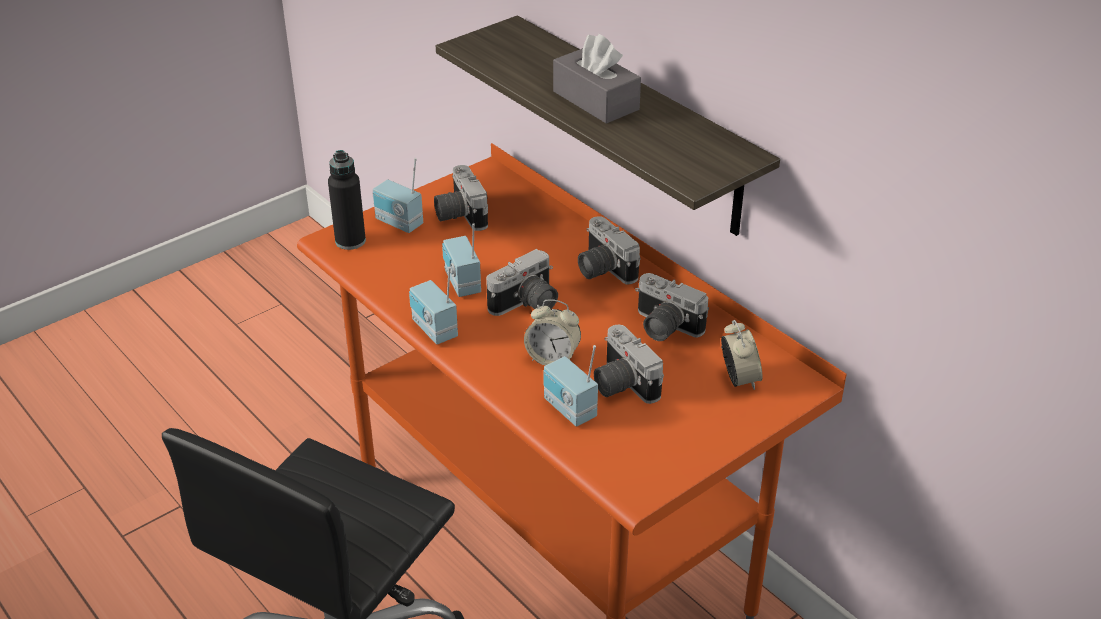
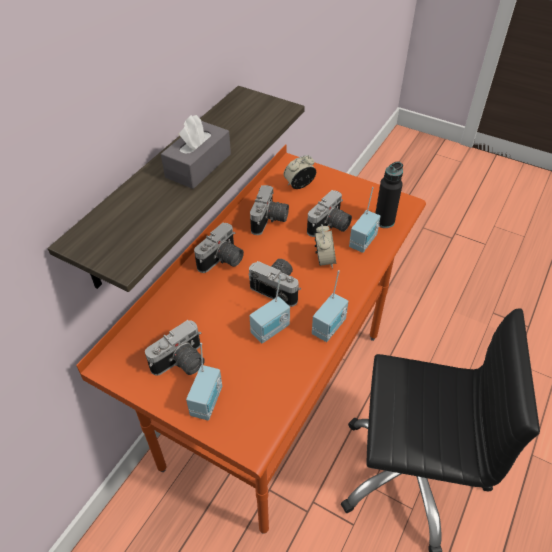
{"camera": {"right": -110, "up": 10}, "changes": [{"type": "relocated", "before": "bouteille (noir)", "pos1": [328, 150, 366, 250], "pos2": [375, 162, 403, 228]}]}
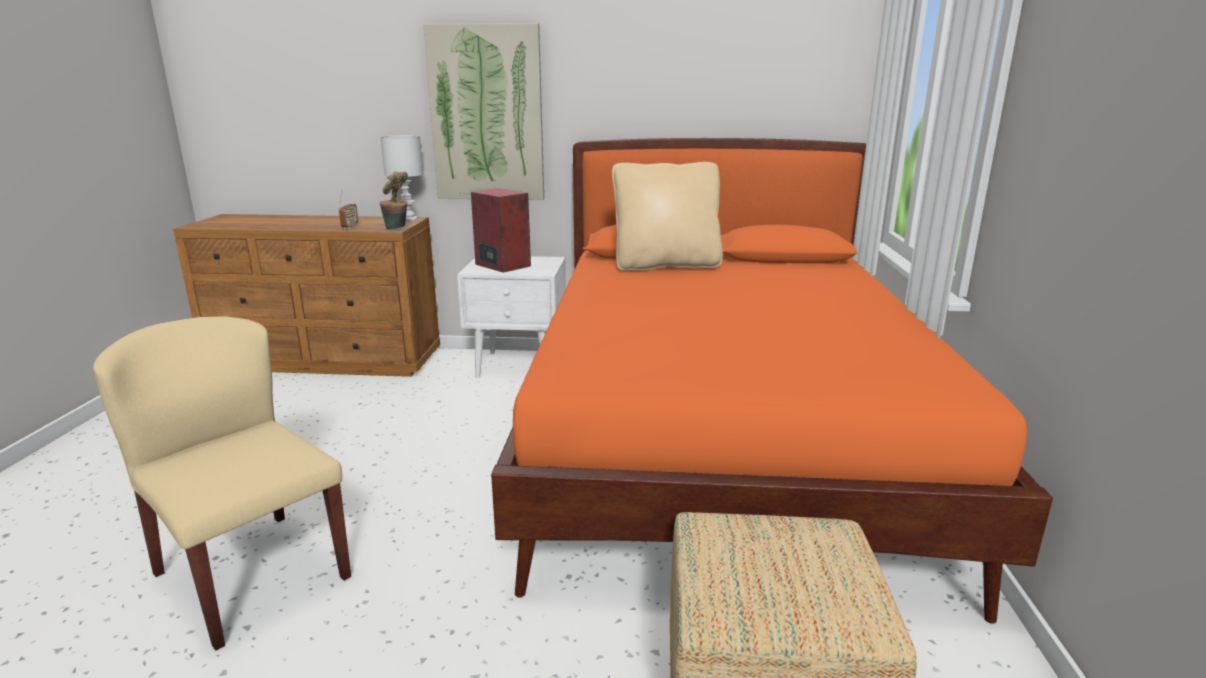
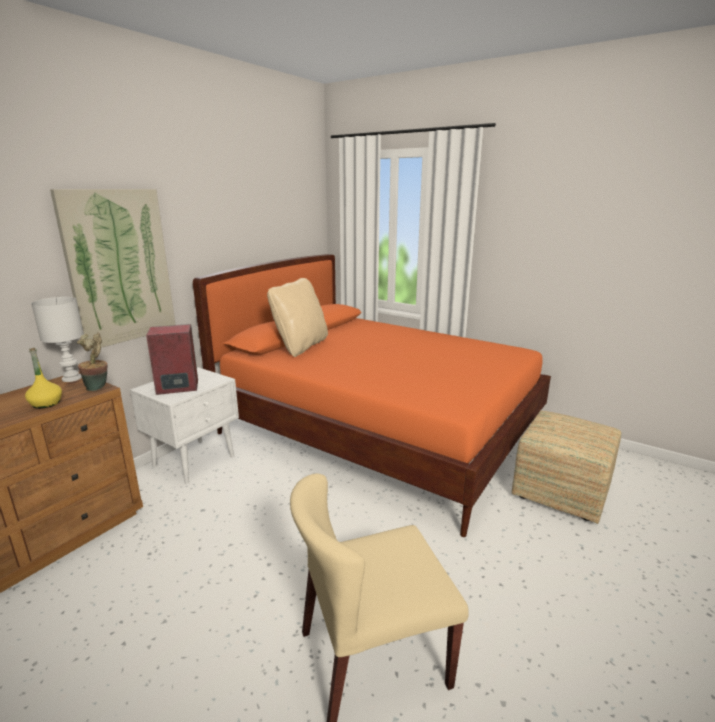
{"camera": {"right": -60, "up": 0}, "changes": [{"type": "exchanged", "before": "radio", "after": "bouteille (jaune)", "pos1": [338, 190, 358, 229], "pos2": [25, 348, 62, 409]}]}
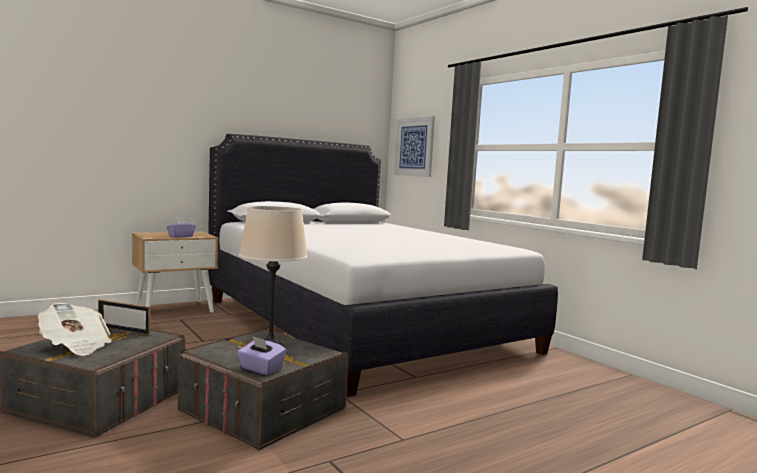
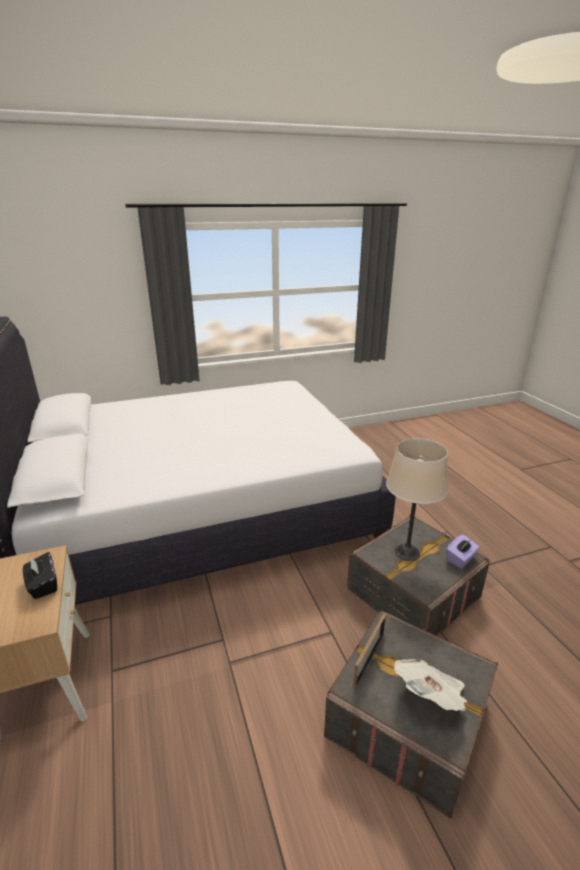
{"camera": {"right": -75, "up": 20}, "changes": [{"type": "colour", "before": "boîte à mouchoirs (violet)", "after": "boîte à mouchoirs (noir)", "pos1": [166, 217, 196, 238], "pos2": [23, 552, 57, 599]}, {"type": "missing", "before": "tableau", "pos1": [394, 116, 435, 177]}]}
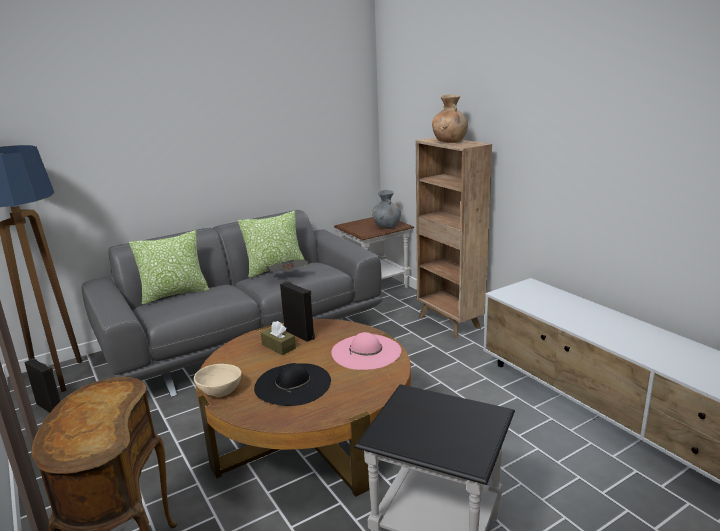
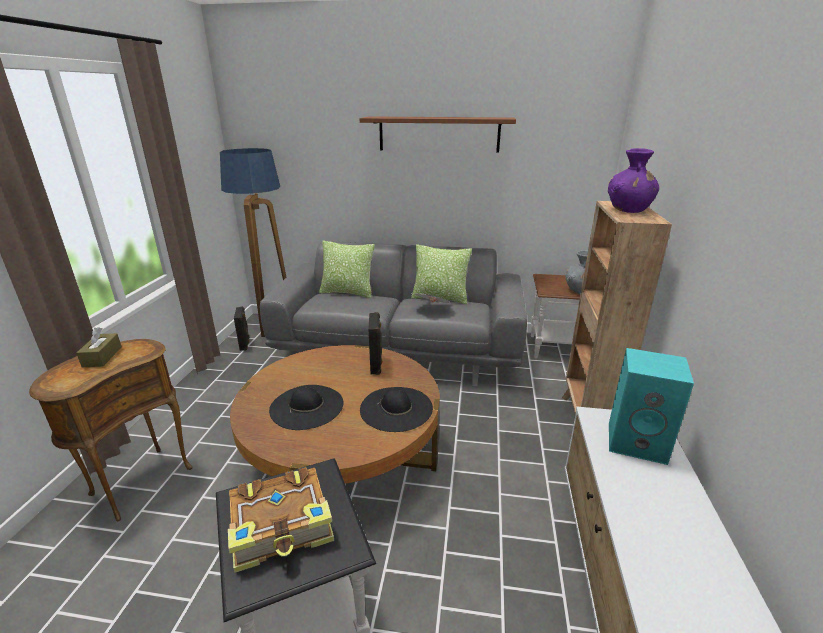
{"camera": {"right": 40, "up": 5}, "changes": [{"type": "relocated", "before": "boîte à mouchoirs (marron)", "pos1": [261, 321, 296, 355], "pos2": [77, 327, 122, 367]}, {"type": "appeared", "after": "livre", "pos2": [228, 467, 334, 573]}, {"type": "appeared", "after": "étagère (marron)", "pos2": [359, 116, 516, 152]}, {"type": "colour", "before": "chapeau (rose)", "after": "chapeau (noir)", "pos1": [331, 332, 401, 370], "pos2": [360, 387, 433, 432]}, {"type": "colour", "before": "vase (marron)", "after": "vase (violet)", "pos1": [432, 94, 468, 143], "pos2": [608, 148, 659, 213]}, {"type": "appeared", "after": "enceinte (turquoise)", "pos2": [609, 348, 694, 465]}, {"type": "missing", "before": "bol (beige)", "pos1": [194, 364, 241, 397]}]}
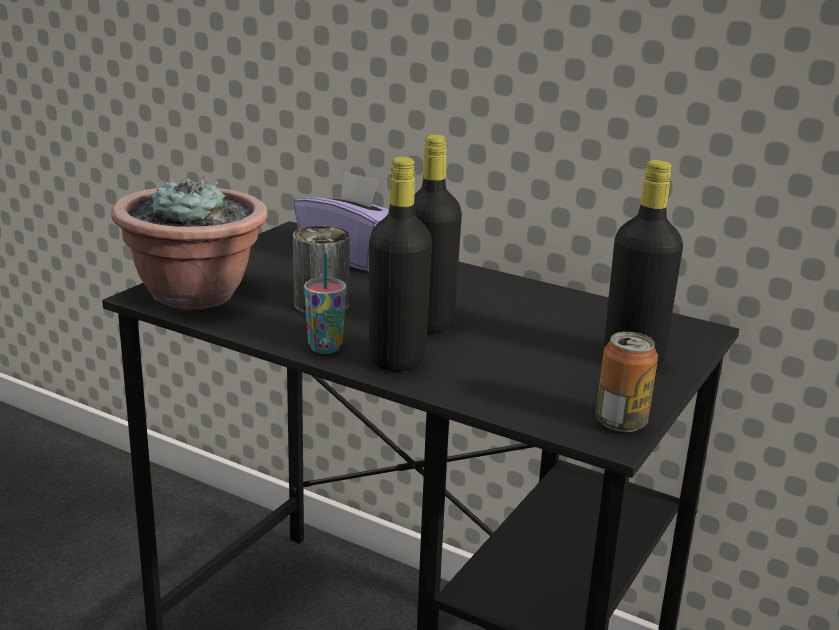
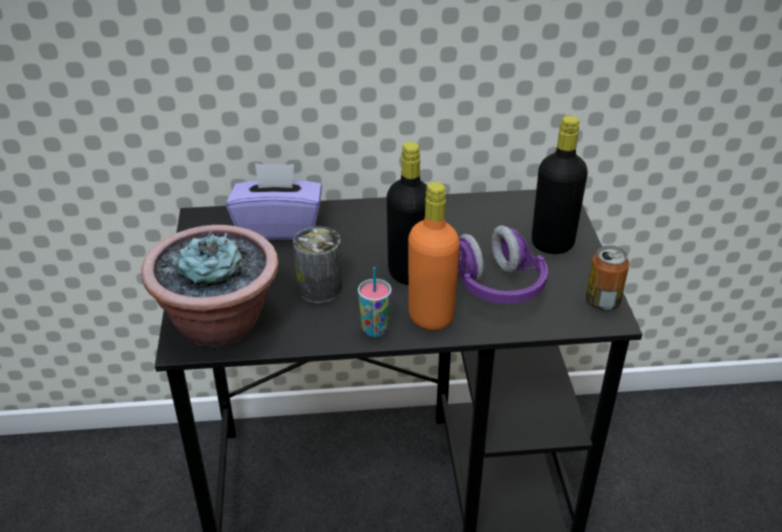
{"camera": {"right": -35, "up": 15}, "changes": [{"type": "colour", "before": "bouteille (noir)", "after": "bouteille (orange)", "pos1": [369, 157, 432, 372], "pos2": [408, 182, 460, 330]}, {"type": "appeared", "after": "casque audio (violet)", "pos2": [457, 225, 548, 304]}]}
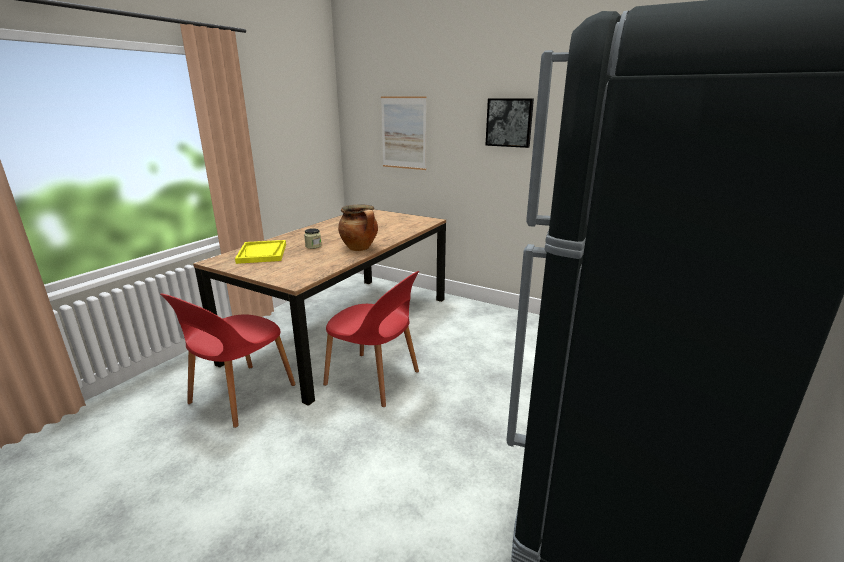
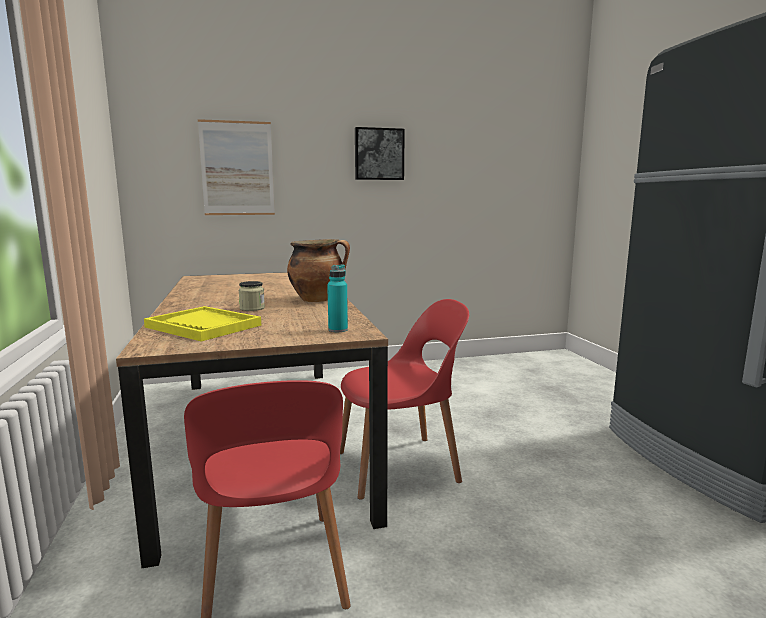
{"camera": {"right": -45, "up": -10}, "changes": [{"type": "appeared", "after": "bouteille (turquoise)", "pos2": [327, 265, 348, 332]}]}
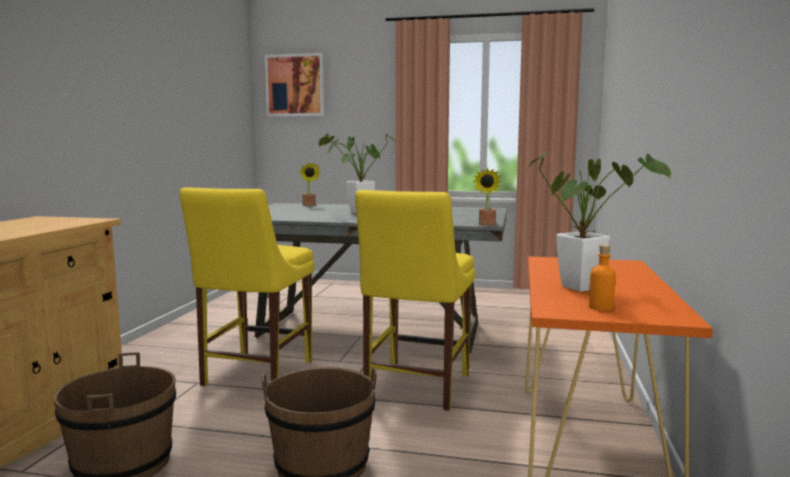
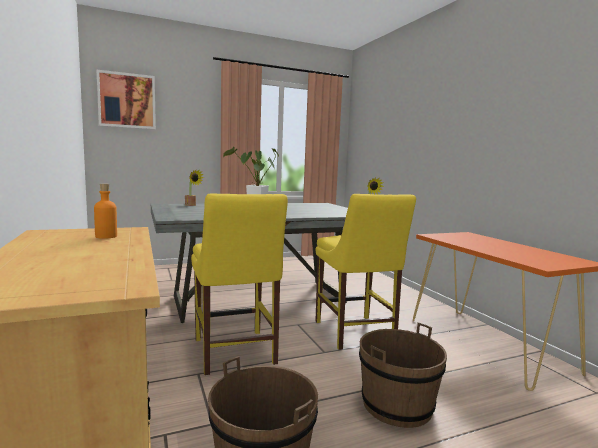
{"camera": {"right": -35, "up": 0}, "changes": [{"type": "relocated", "before": "bouteille (orange)", "pos1": [589, 245, 616, 311], "pos2": [94, 183, 117, 239]}, {"type": "missing", "before": "plante en pot", "pos1": [526, 152, 671, 292]}]}
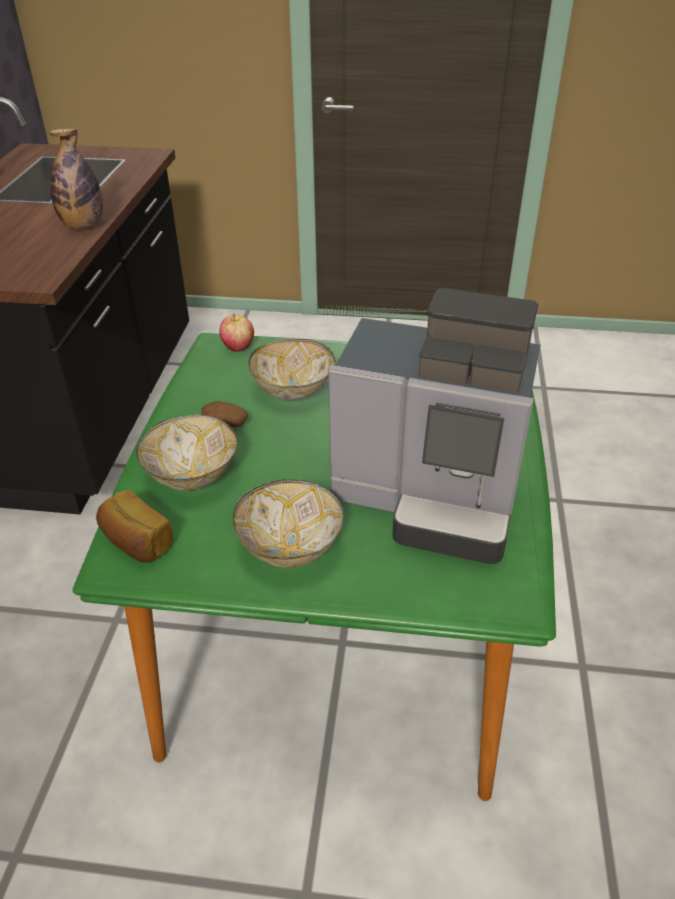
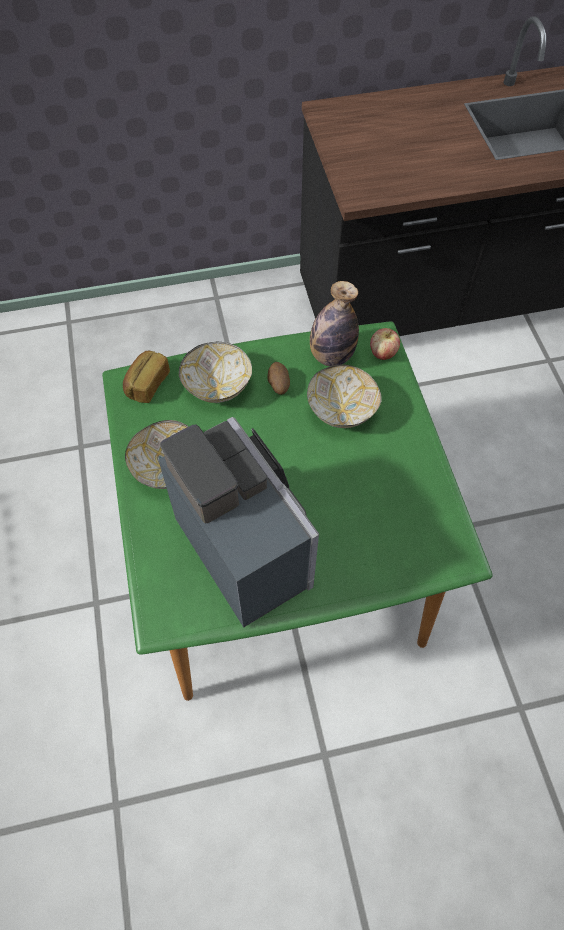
{"camera": {"right": 70, "up": 20}, "changes": [{"type": "spun", "before": "machine à café", "pos1": [328, 288, 540, 564], "pos2": [158, 417, 319, 627], "turn": 150}, {"type": "relocated", "before": "bouteille", "pos1": [50, 129, 103, 229], "pos2": [310, 281, 359, 366]}]}
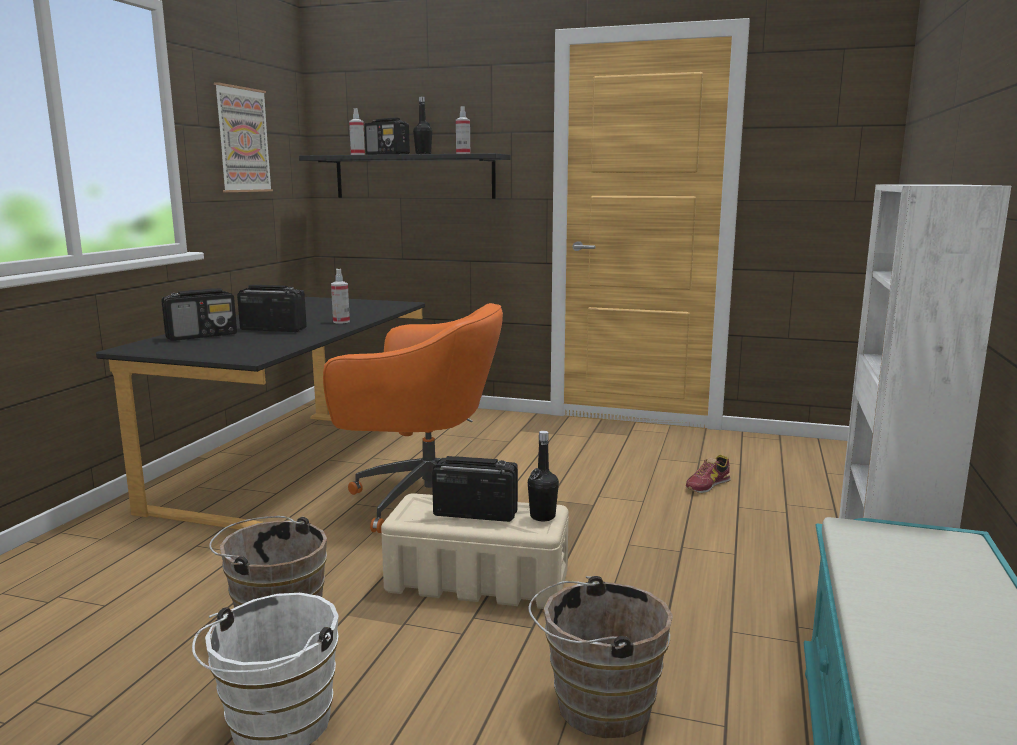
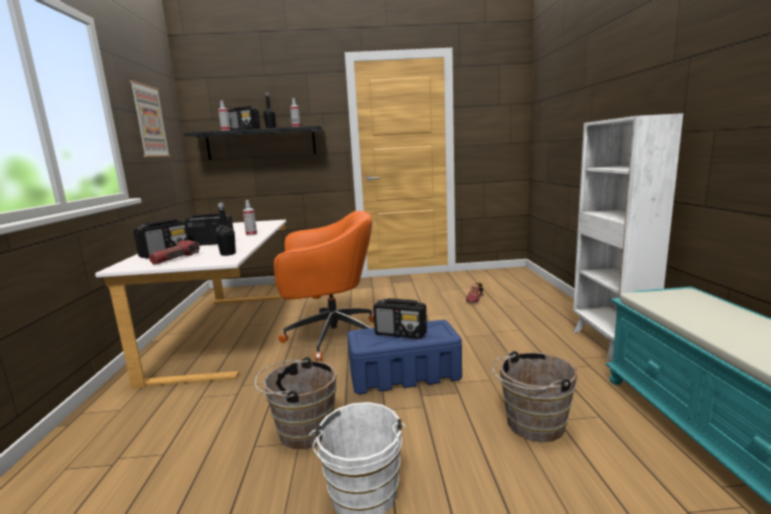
{"camera": {"right": -20, "up": 0}, "changes": [{"type": "colour", "before": "bureau (noir)", "after": "bureau (blanc)", "pos1": [96, 297, 425, 529], "pos2": [95, 220, 286, 388]}, {"type": "appeared", "after": "lampe de poche", "pos2": [149, 240, 200, 265]}, {"type": "relocated", "before": "bouteille (noir)", "pos1": [528, 431, 559, 521], "pos2": [215, 202, 236, 256]}, {"type": "colour", "before": "boîte de rangement (beige)", "after": "boîte de rangement (bleu)", "pos1": [381, 493, 569, 609], "pos2": [347, 320, 462, 394]}, {"type": "spun", "before": "radio", "pos1": [432, 456, 518, 522], "pos2": [373, 298, 427, 339], "turn": -150}]}
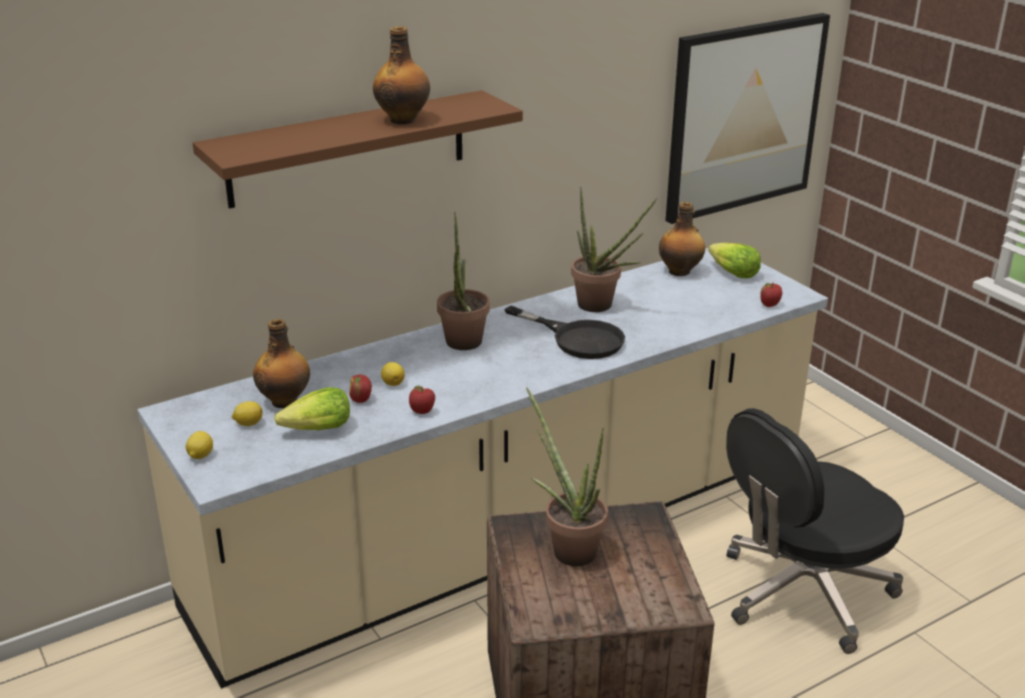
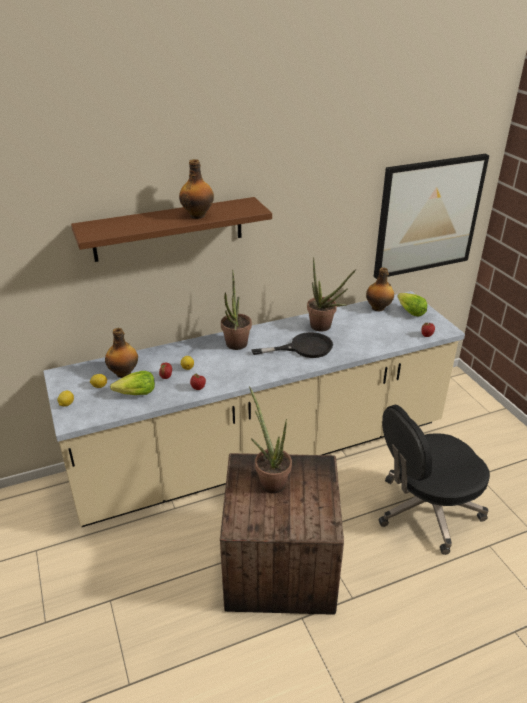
{"camera": {"right": 10, "up": 5}, "changes": [{"type": "spun", "before": "poêle (noir)", "pos1": [504, 305, 625, 359], "pos2": [251, 332, 333, 358], "turn": -60}]}
